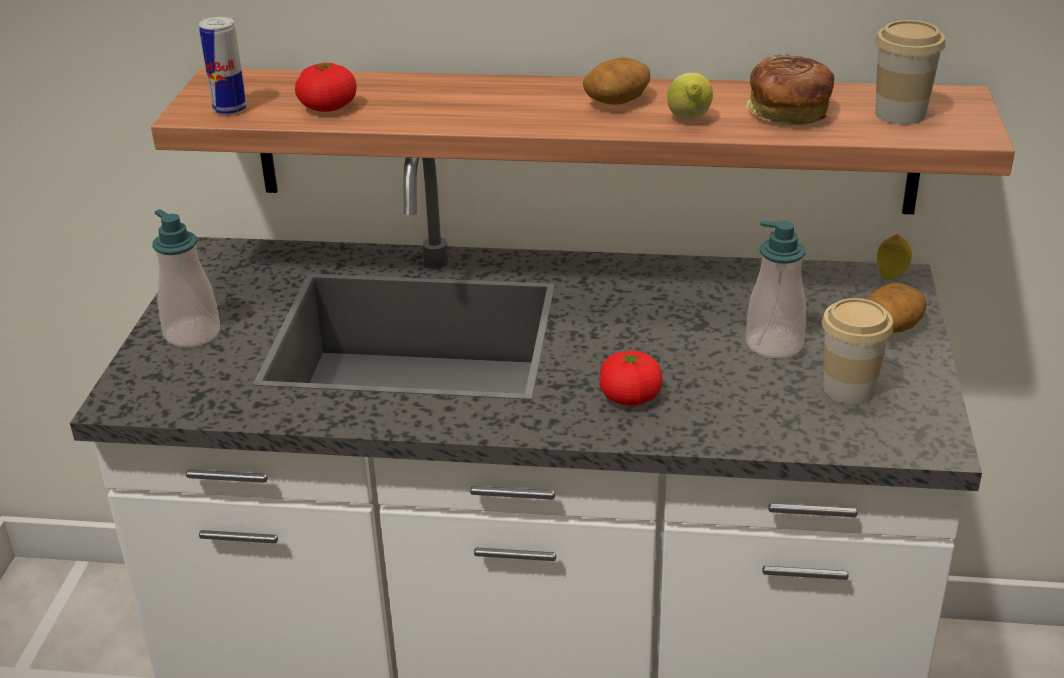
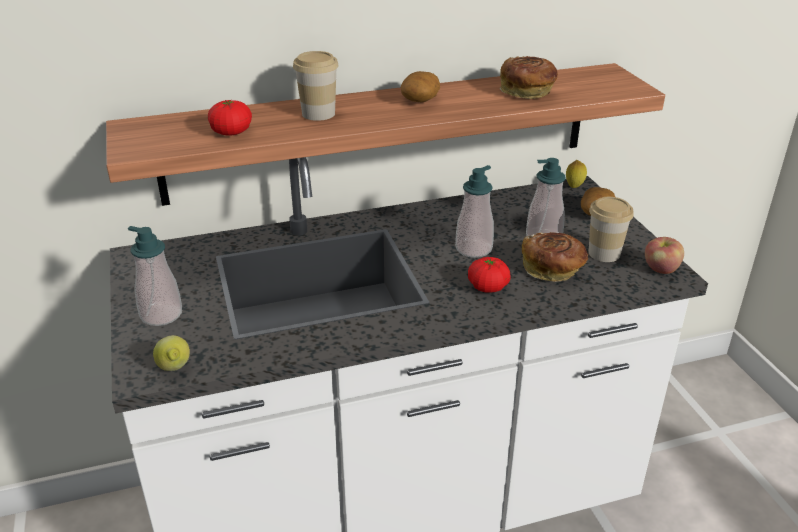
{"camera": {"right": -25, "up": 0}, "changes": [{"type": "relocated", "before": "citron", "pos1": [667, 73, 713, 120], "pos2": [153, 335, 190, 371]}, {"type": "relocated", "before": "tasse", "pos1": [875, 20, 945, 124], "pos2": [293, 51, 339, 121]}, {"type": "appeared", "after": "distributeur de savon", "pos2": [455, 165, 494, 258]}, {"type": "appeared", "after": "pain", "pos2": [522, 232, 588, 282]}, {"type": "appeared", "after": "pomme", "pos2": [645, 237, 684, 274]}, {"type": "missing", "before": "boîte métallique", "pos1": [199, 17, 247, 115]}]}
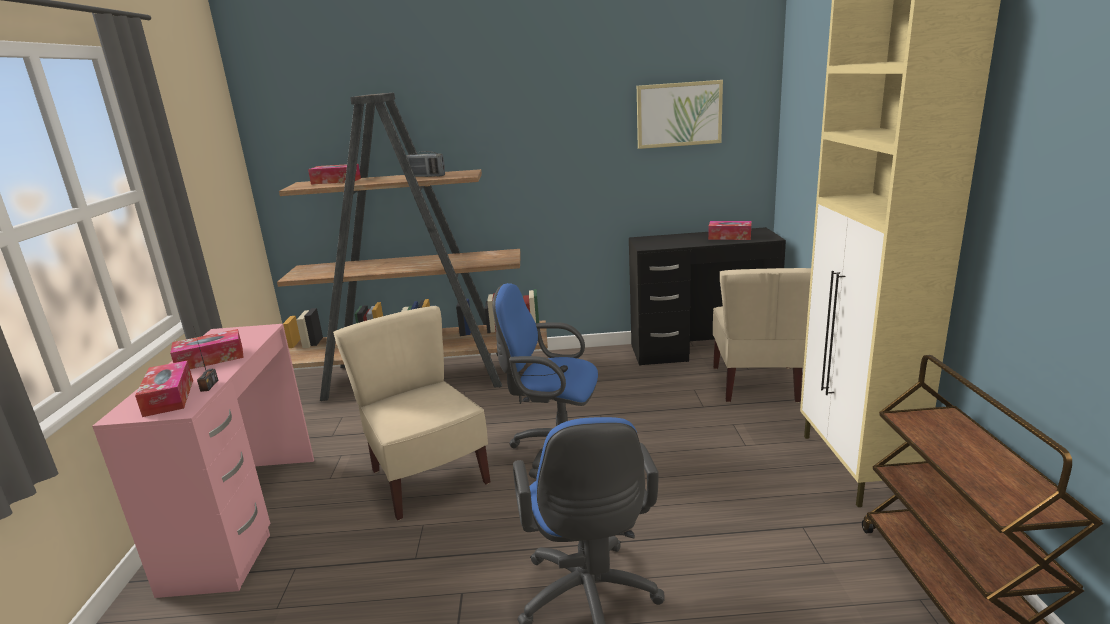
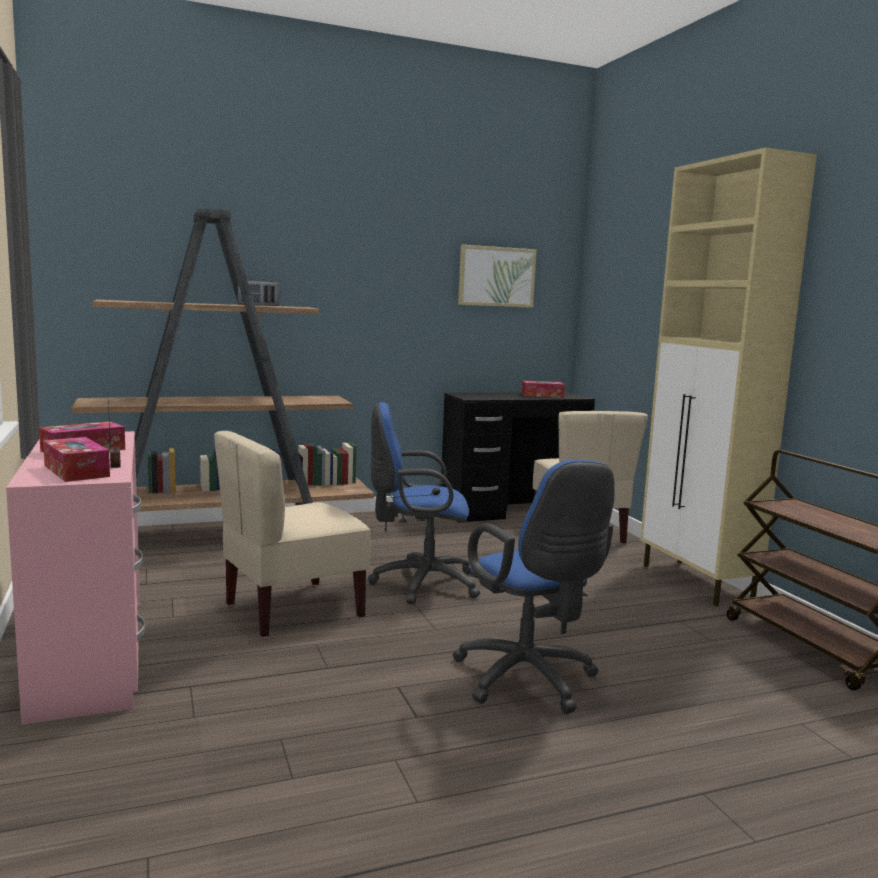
{"camera": {"right": -20, "up": -10}, "changes": [{"type": "spun", "before": "chaise (beige)", "pos1": [333, 306, 491, 520], "pos2": [214, 431, 370, 638], "turn": -75}, {"type": "missing", "before": "boîte à mouchoirs", "pos1": [308, 164, 361, 184]}]}
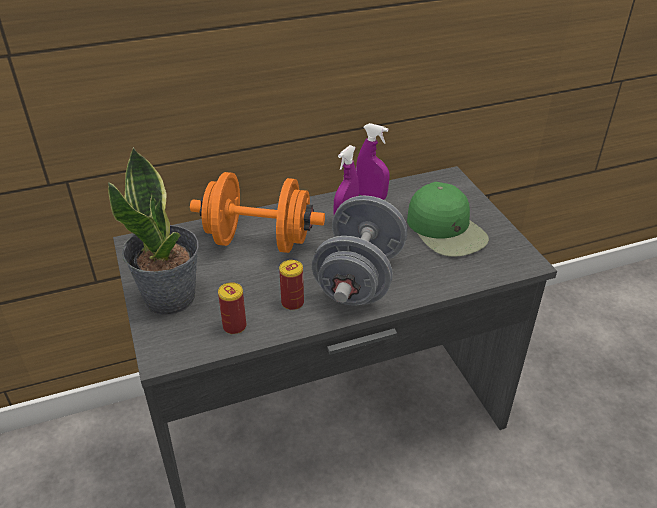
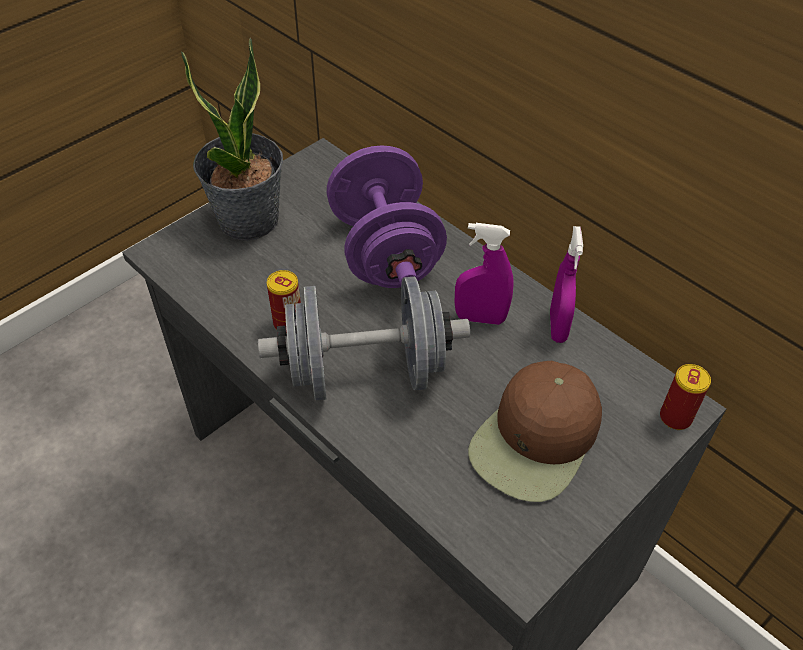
{"camera": {"right": 65, "up": 10}, "changes": [{"type": "colour", "before": "haltère (orange)", "after": "haltère (violet)", "pos1": [190, 172, 325, 253], "pos2": [327, 145, 447, 288]}, {"type": "colour", "before": "casquette (vert)", "after": "casquette (marron)", "pos1": [407, 182, 489, 257], "pos2": [468, 361, 602, 502]}, {"type": "relocated", "before": "boîte métallique", "pos1": [218, 282, 246, 335], "pos2": [660, 364, 711, 430]}]}
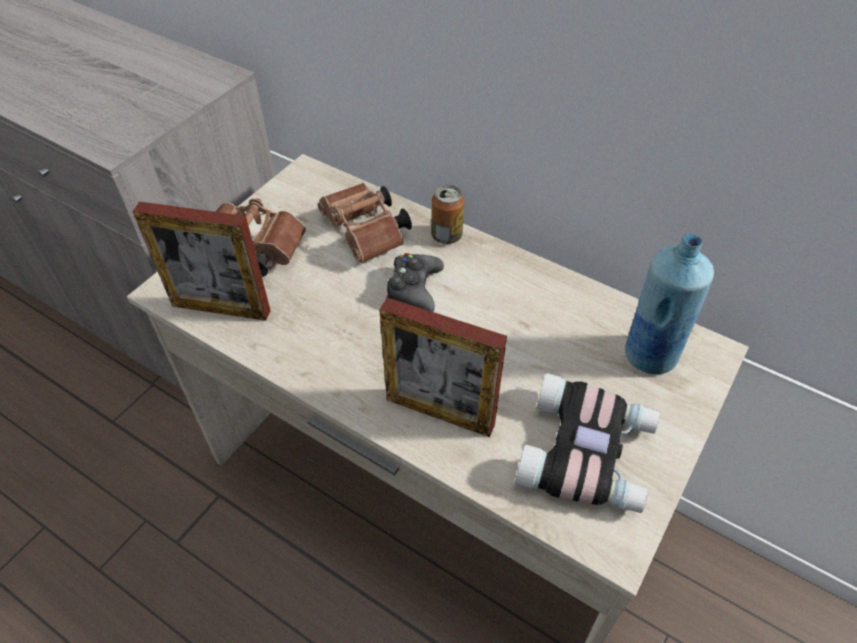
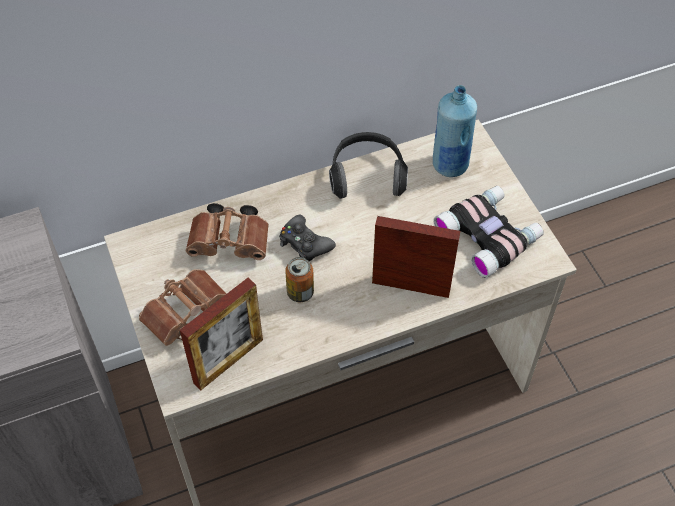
{"camera": {"right": -55, "up": 5}, "changes": [{"type": "relocated", "before": "boîte métallique", "pos1": [431, 185, 465, 244], "pos2": [285, 257, 314, 302]}, {"type": "appeared", "after": "casque audio", "pos2": [329, 132, 408, 199]}, {"type": "spun", "before": "cadre photo", "pos1": [379, 297, 507, 437], "pos2": [372, 216, 460, 298], "turn": -135}]}
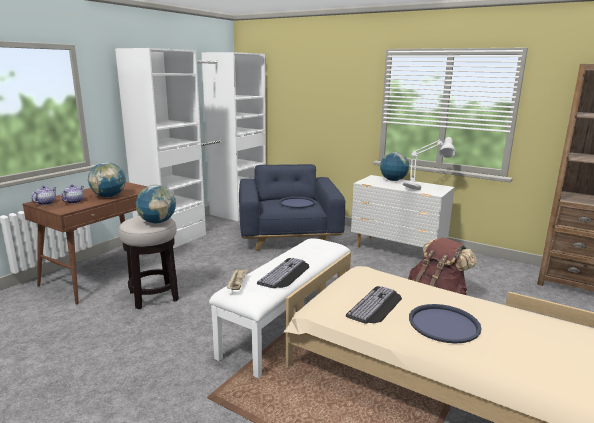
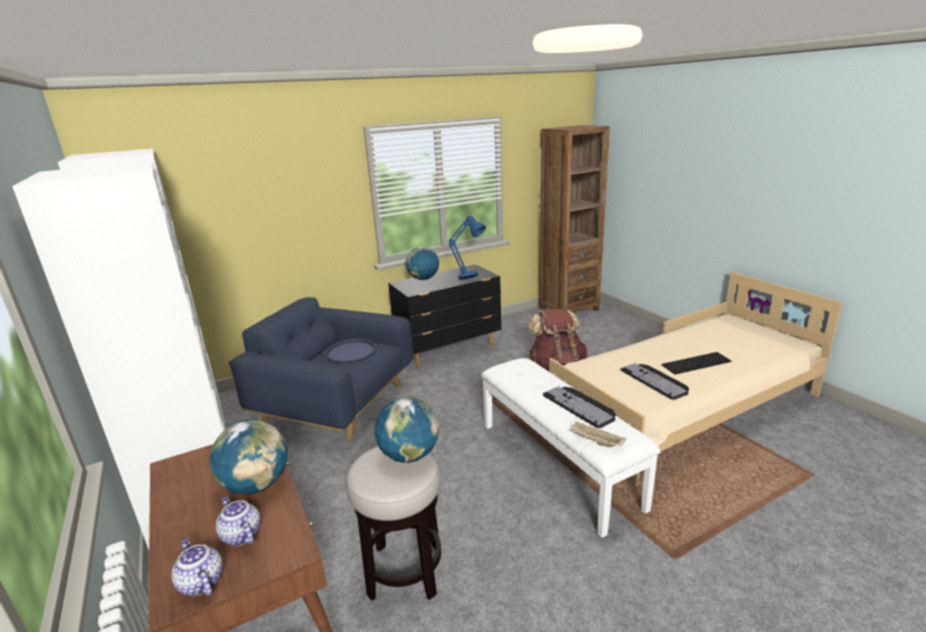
{"camera": {"right": -60, "up": 5}, "changes": [{"type": "colour", "before": "commode (blanc)", "after": "commode (noir)", "pos1": [351, 175, 455, 248], "pos2": [388, 264, 501, 369]}, {"type": "colour", "before": "lampe de table (gris)", "after": "lampe de table (bleu)", "pos1": [403, 137, 456, 190], "pos2": [449, 216, 486, 280]}, {"type": "exchanged", "before": "plateau (bleu)", "after": "clavier", "pos1": [409, 304, 482, 344], "pos2": [662, 352, 731, 374]}]}
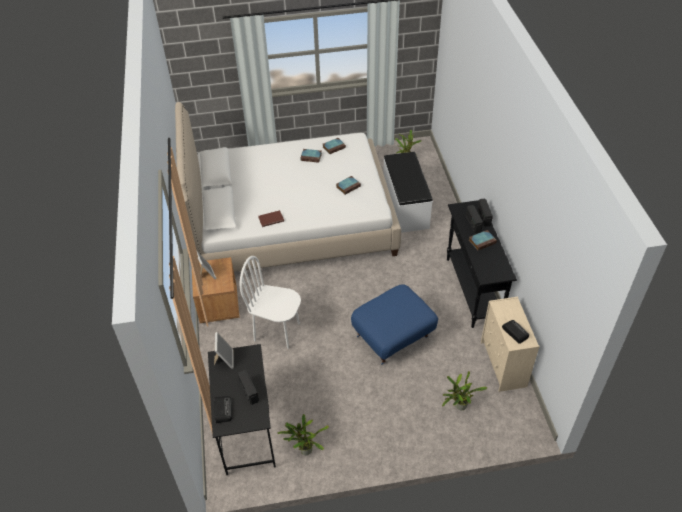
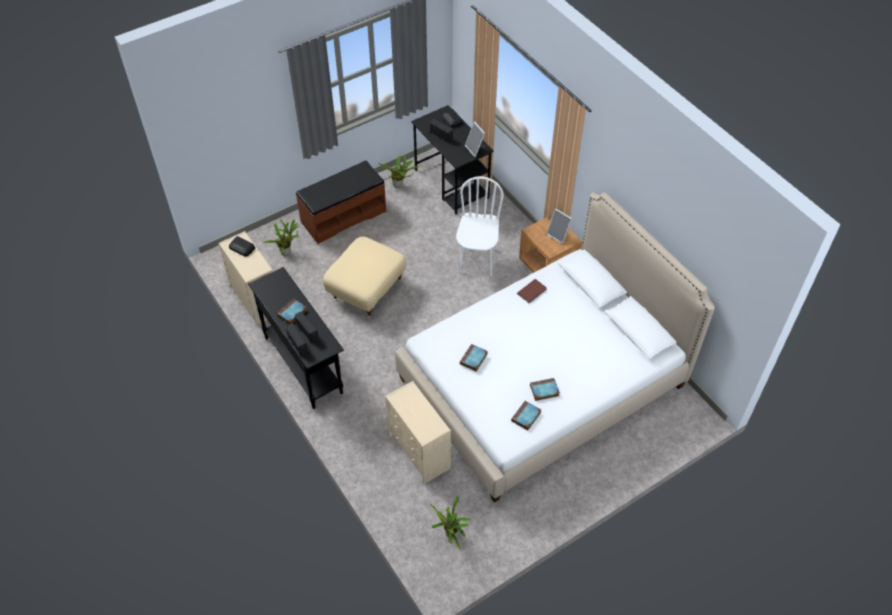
{"camera": {"right": 155, "up": 5}, "changes": [{"type": "appeared", "after": "banc (marron)", "pos2": [296, 161, 386, 244]}, {"type": "colour", "before": "pouf (bleu)", "after": "pouf (beige)", "pos1": [351, 284, 438, 365], "pos2": [323, 236, 407, 318]}, {"type": "exchanged", "before": "banc (blanc)", "after": "commode (beige)", "pos1": [383, 152, 433, 233], "pos2": [385, 381, 451, 484]}, {"type": "spun", "before": "chaise (blanc)", "pos1": [240, 256, 301, 349], "pos2": [456, 176, 504, 276], "turn": -75}]}
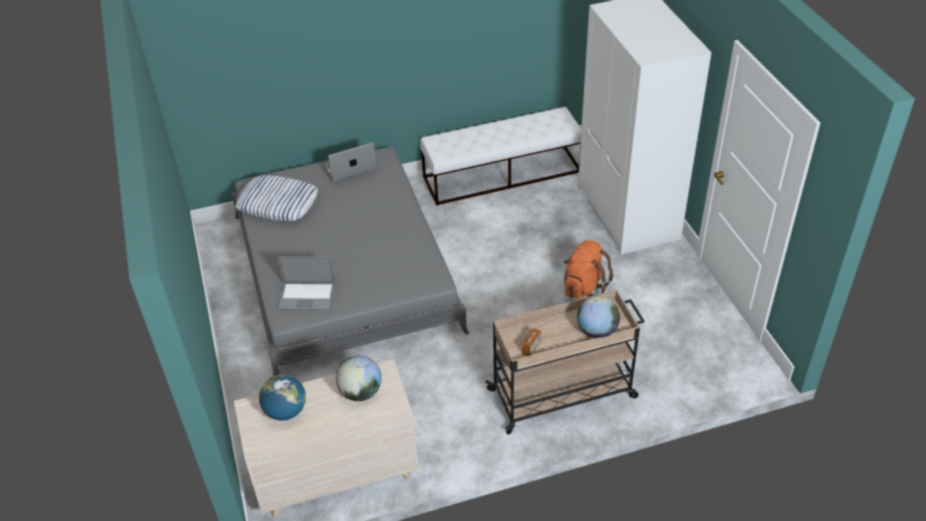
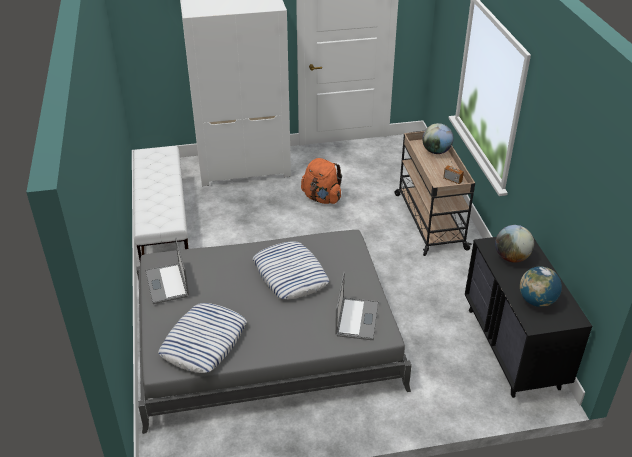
{"camera": {"right": -85, "up": -5}, "changes": [{"type": "appeared", "after": "coussin", "pos2": [253, 241, 329, 300]}, {"type": "colour", "before": "commode (beige)", "after": "commode (noir)", "pos1": [234, 359, 419, 517], "pos2": [465, 237, 592, 398]}]}
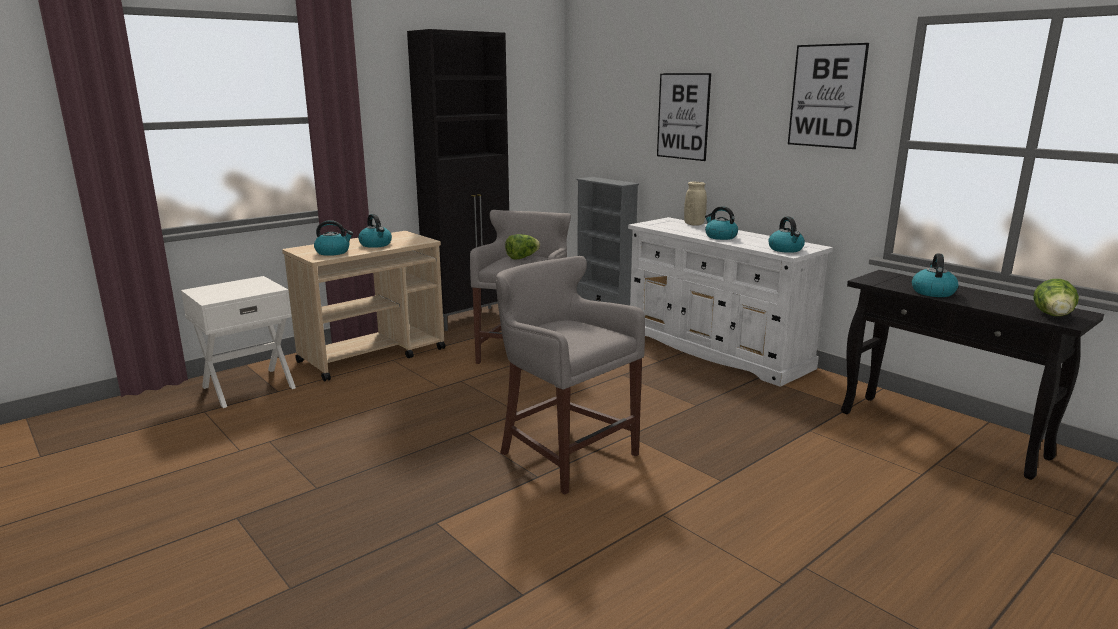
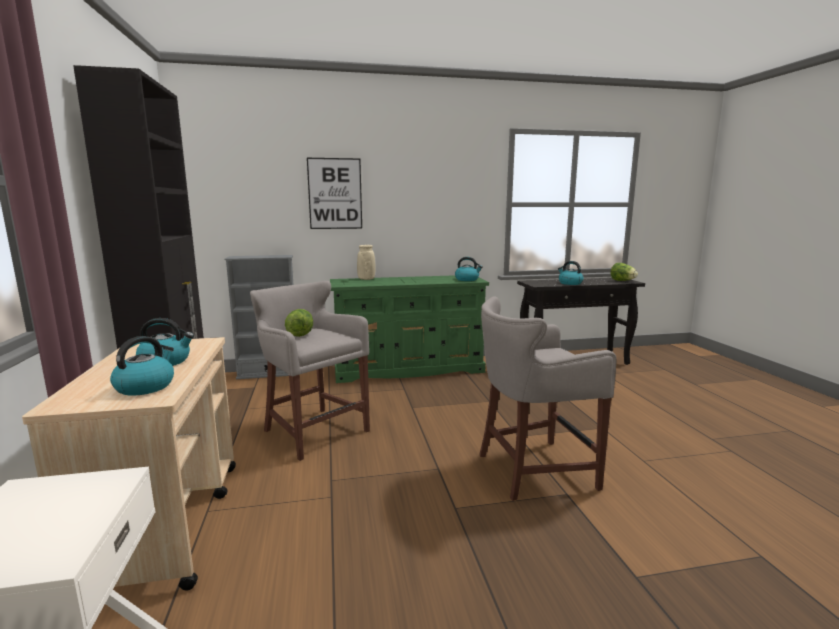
{"camera": {"right": -60, "up": -5}, "changes": [{"type": "colour", "before": "commode (blanc)", "after": "commode (vert)", "pos1": [628, 217, 833, 387], "pos2": [330, 275, 489, 383]}, {"type": "missing", "before": "bouilloire", "pos1": [705, 206, 738, 240]}, {"type": "missing", "before": "tableau", "pos1": [788, 43, 869, 149]}]}
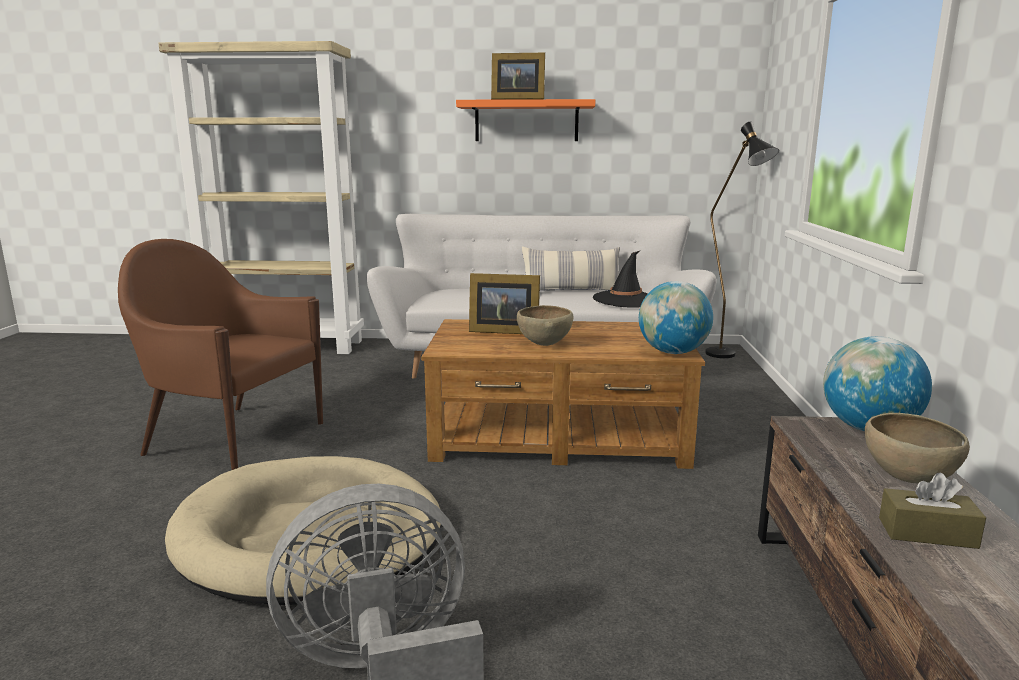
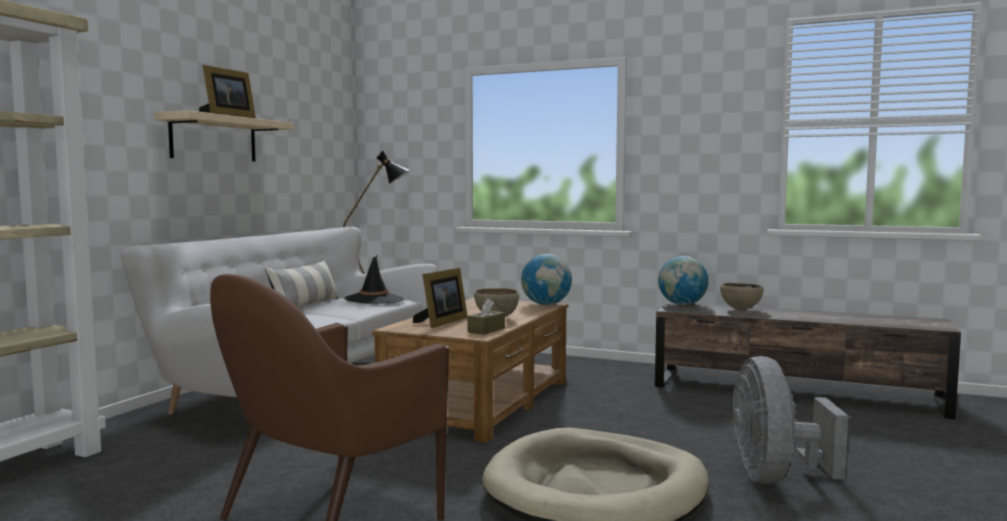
{"camera": {"right": -70, "up": -10}, "changes": [{"type": "colour", "before": "étagère (orange)", "after": "étagère (beige)", "pos1": [456, 99, 595, 141], "pos2": [154, 110, 294, 162]}, {"type": "relocated", "before": "boîte à mouchoirs (marron)", "pos1": [879, 473, 986, 549], "pos2": [468, 298, 505, 335]}]}
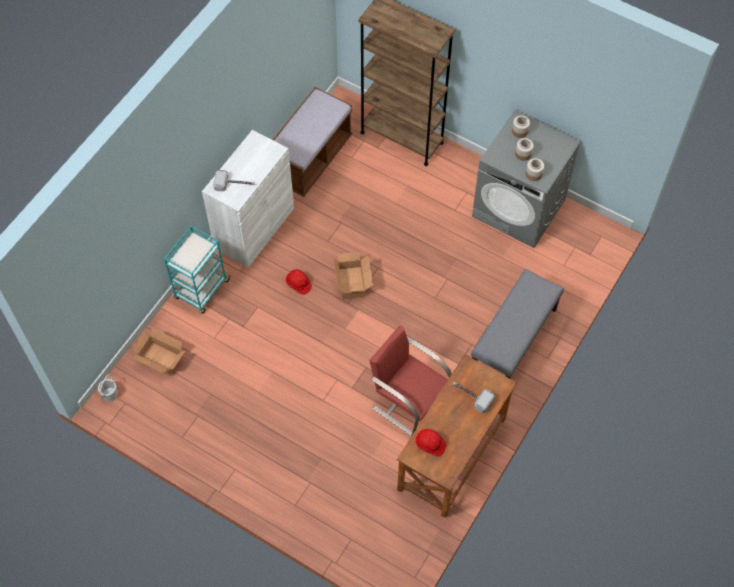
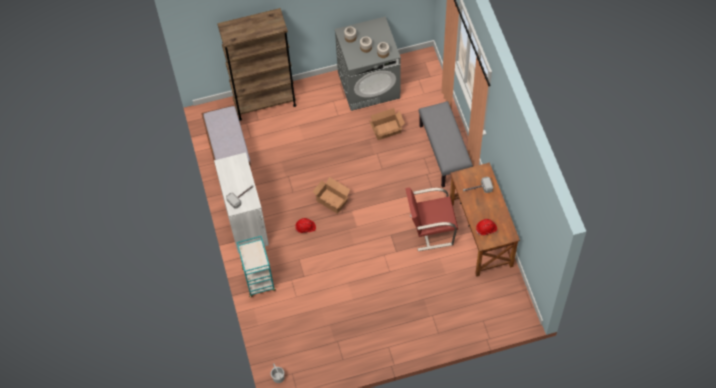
{"camera": {"right": -45, "up": 0}, "changes": [{"type": "relocated", "before": "carton", "pos1": [132, 327, 185, 376], "pos2": [369, 108, 405, 140]}]}
